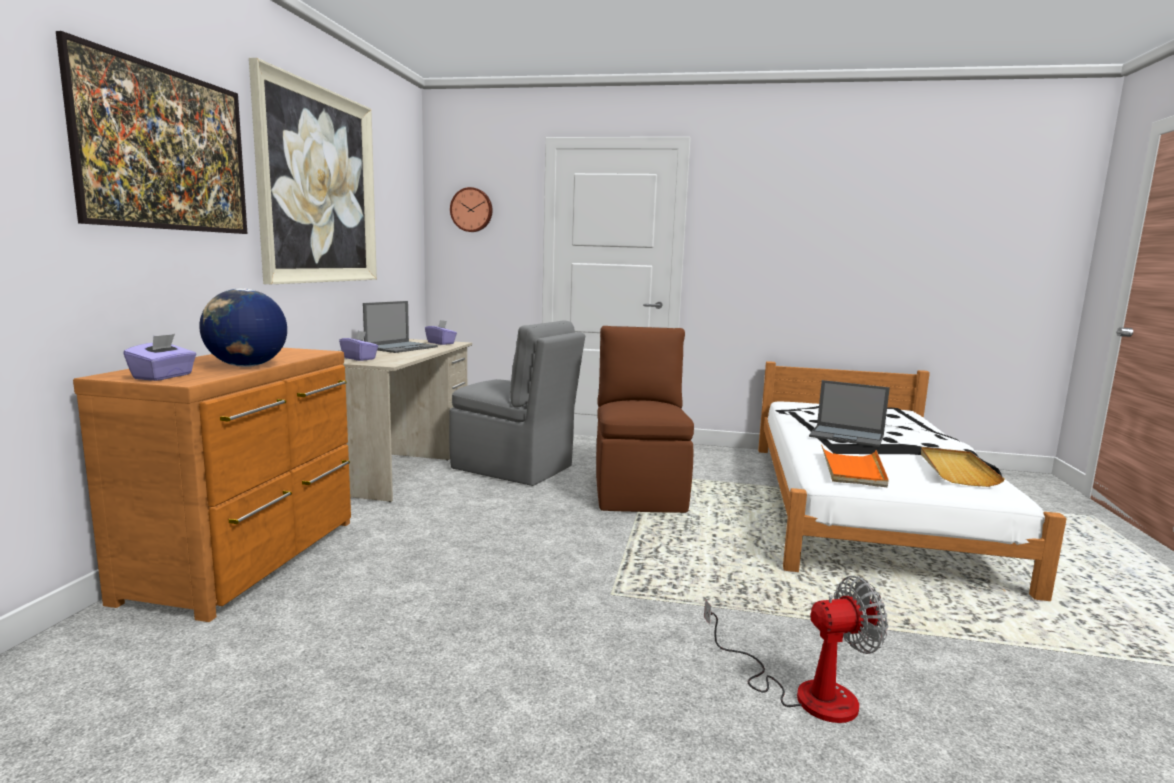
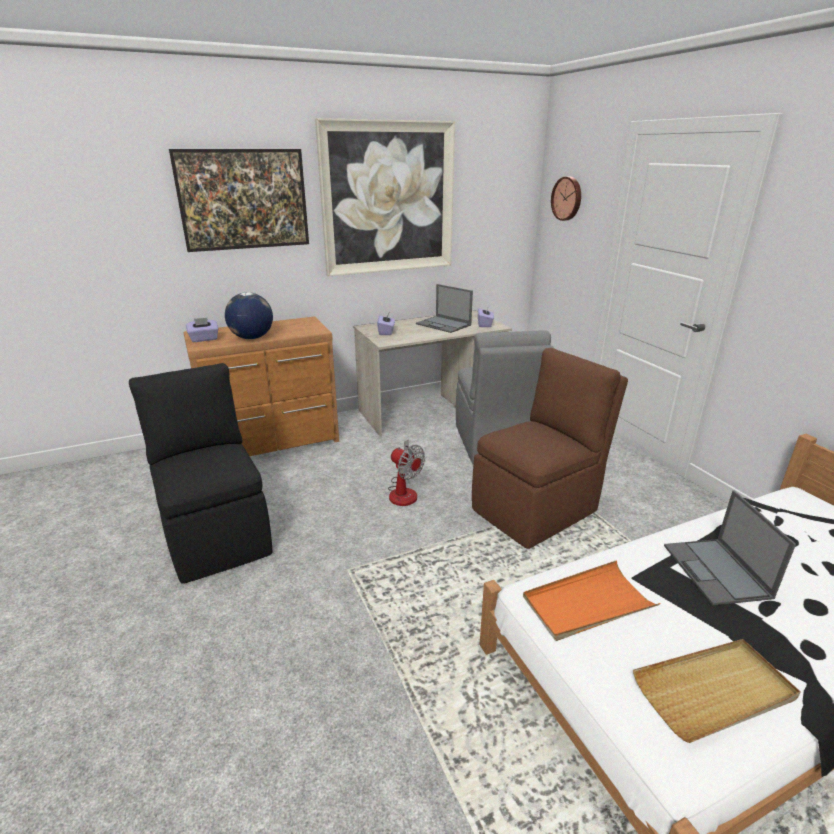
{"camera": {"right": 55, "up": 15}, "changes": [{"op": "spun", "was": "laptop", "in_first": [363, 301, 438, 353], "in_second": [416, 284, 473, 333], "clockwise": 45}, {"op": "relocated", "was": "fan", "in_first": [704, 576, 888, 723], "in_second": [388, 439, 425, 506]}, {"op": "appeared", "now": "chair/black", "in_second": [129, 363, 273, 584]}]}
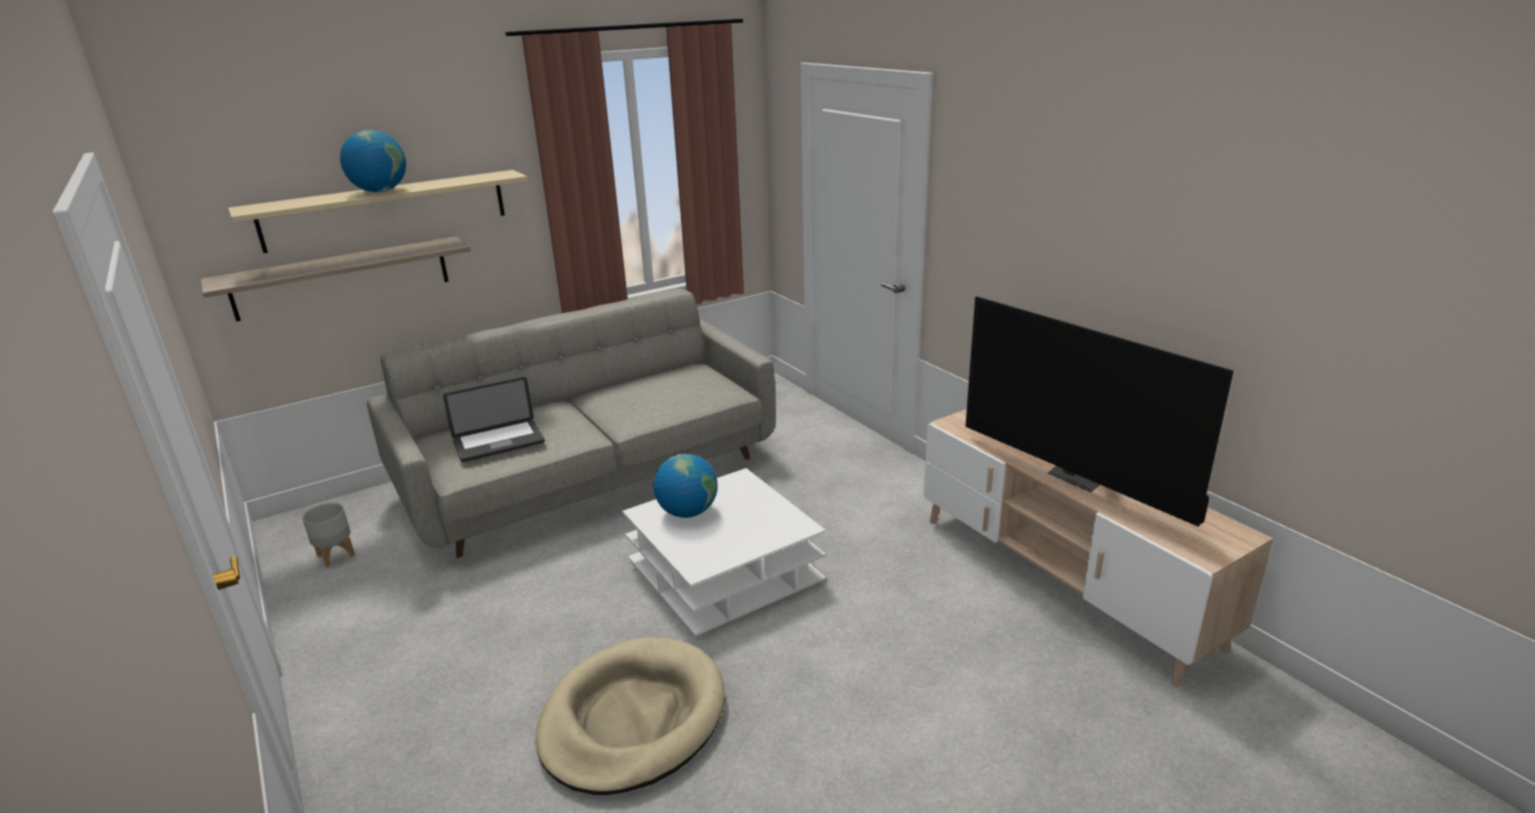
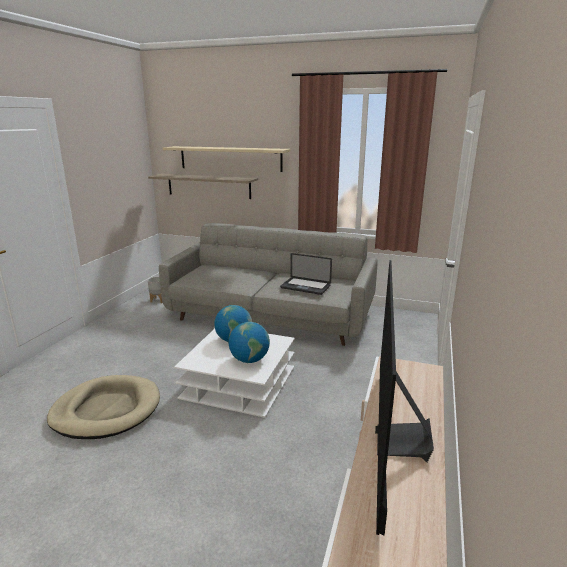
{"camera": {"right": 50, "up": -5}, "changes": [{"op": "relocated", "was": "globe", "in_first": [340, 130, 406, 192], "in_second": [229, 322, 270, 363]}, {"op": "relocated", "was": "laptop", "in_first": [443, 377, 545, 462], "in_second": [280, 253, 332, 295]}]}
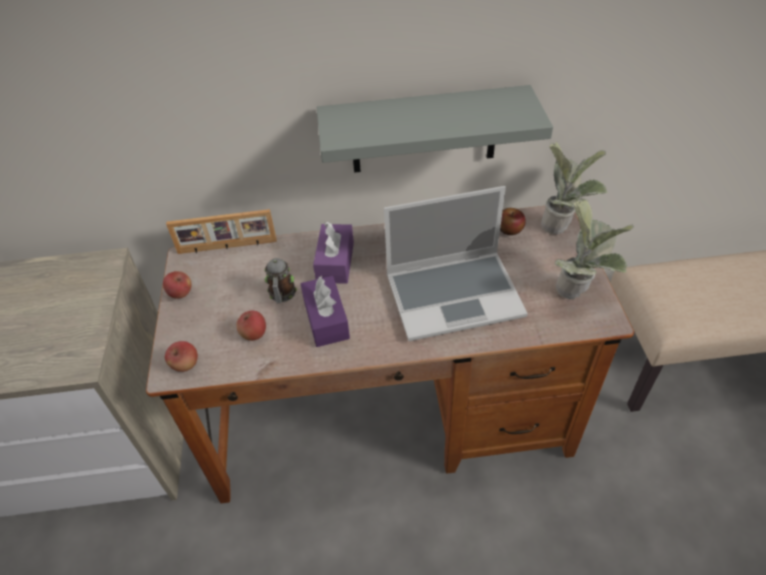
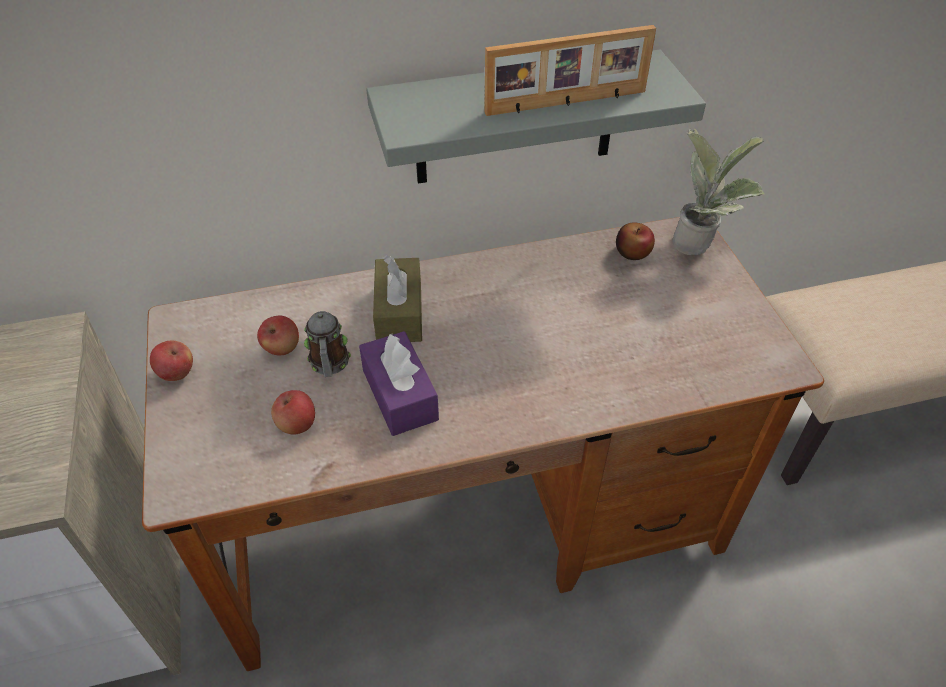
{"camera": {"right": -10, "up": 0}, "changes": [{"op": "relocated", "was": "apple", "in_first": [165, 341, 198, 372], "in_second": [257, 315, 299, 355]}, {"op": "relocated", "was": "picture frame", "in_first": [166, 209, 277, 254], "in_second": [484, 25, 656, 116]}, {"op": "colour", "was": "tissue box/purple", "now": "tissue box/brown", "in_first": [313, 222, 354, 284], "in_second": [373, 255, 422, 342]}, {"op": "missing", "was": "laptop", "in_first": [384, 186, 528, 341]}, {"op": "missing", "was": "potted plant", "in_first": [554, 200, 634, 299]}]}
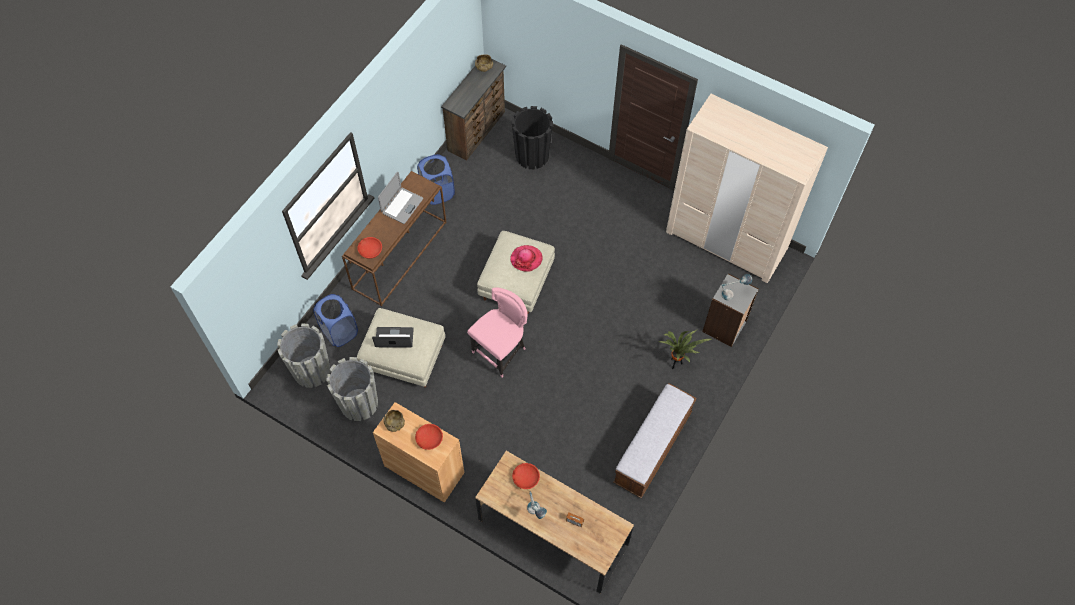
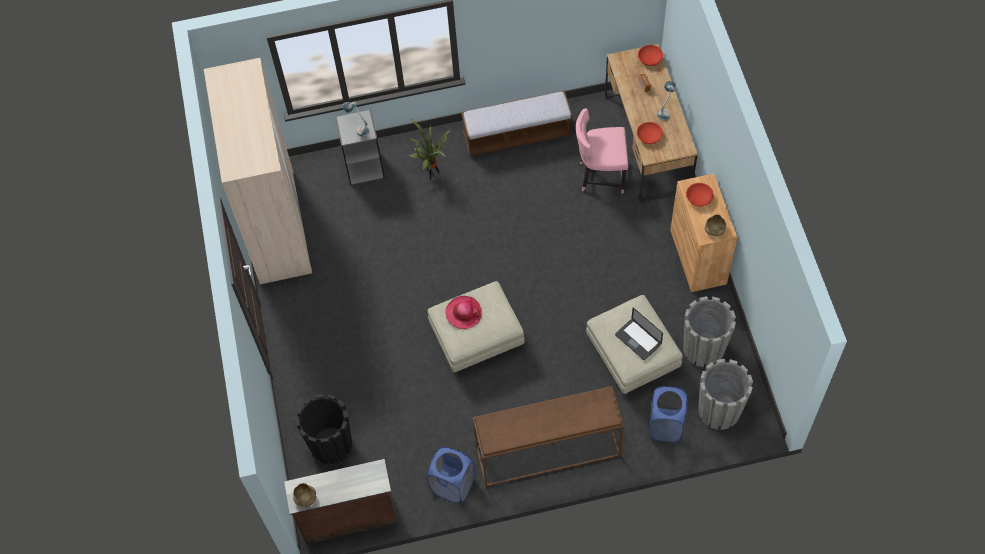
{"camera": {"right": -130, "up": 0}, "changes": [{"op": "relocated", "was": "bowl/red", "in_first": [357, 237, 382, 259], "in_second": [638, 45, 663, 66]}, {"op": "missing", "was": "laptop", "in_first": [378, 172, 423, 224]}, {"op": "relocated", "was": "chair/pink", "in_first": [467, 287, 528, 378], "in_second": [576, 108, 628, 194]}]}
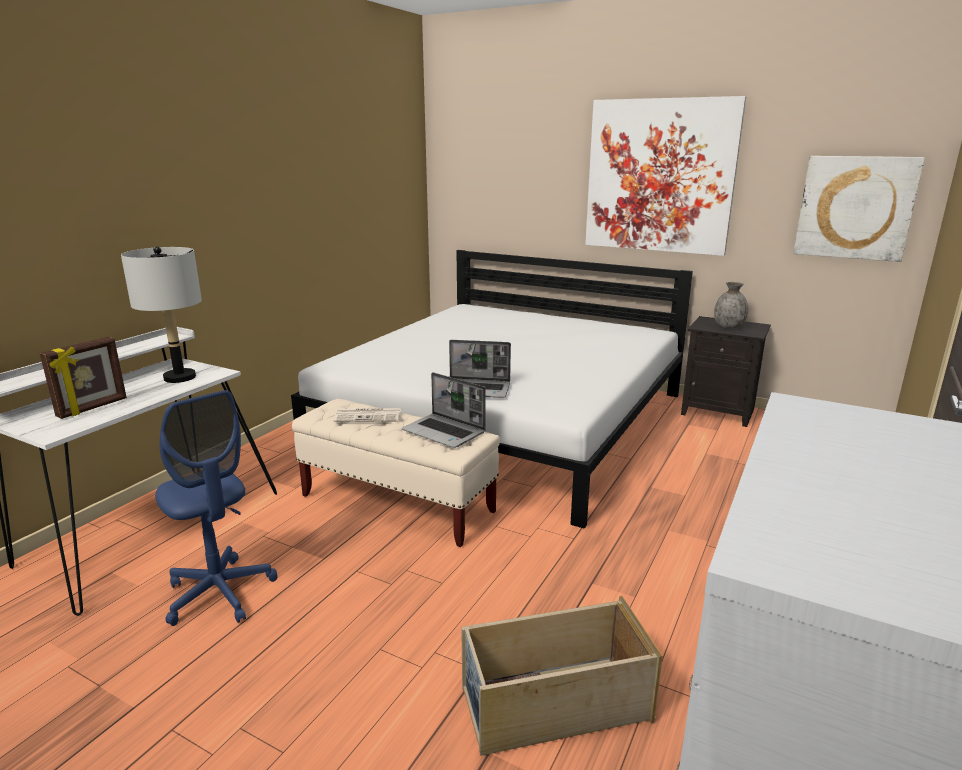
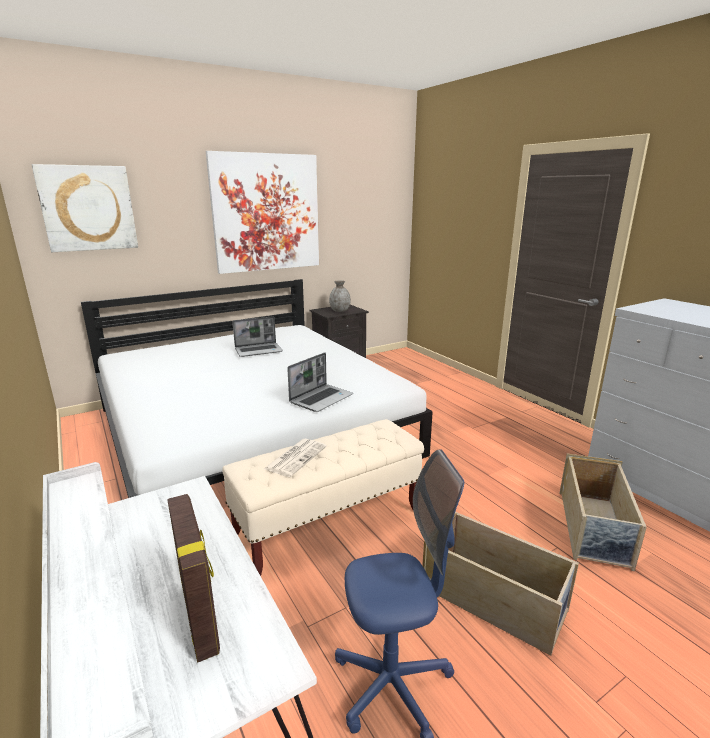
{"camera": {"right": -60, "up": 0}, "changes": [{"op": "missing", "was": "table lamp/grey", "in_first": [121, 247, 202, 383]}, {"op": "relocated", "was": "laptop", "in_first": [402, 372, 486, 448], "in_second": [232, 316, 283, 357]}, {"op": "relocated", "was": "picture", "in_first": [793, 156, 925, 262], "in_second": [32, 164, 138, 252]}, {"op": "appeared", "now": "storage box/beige", "in_second": [422, 512, 579, 656]}]}
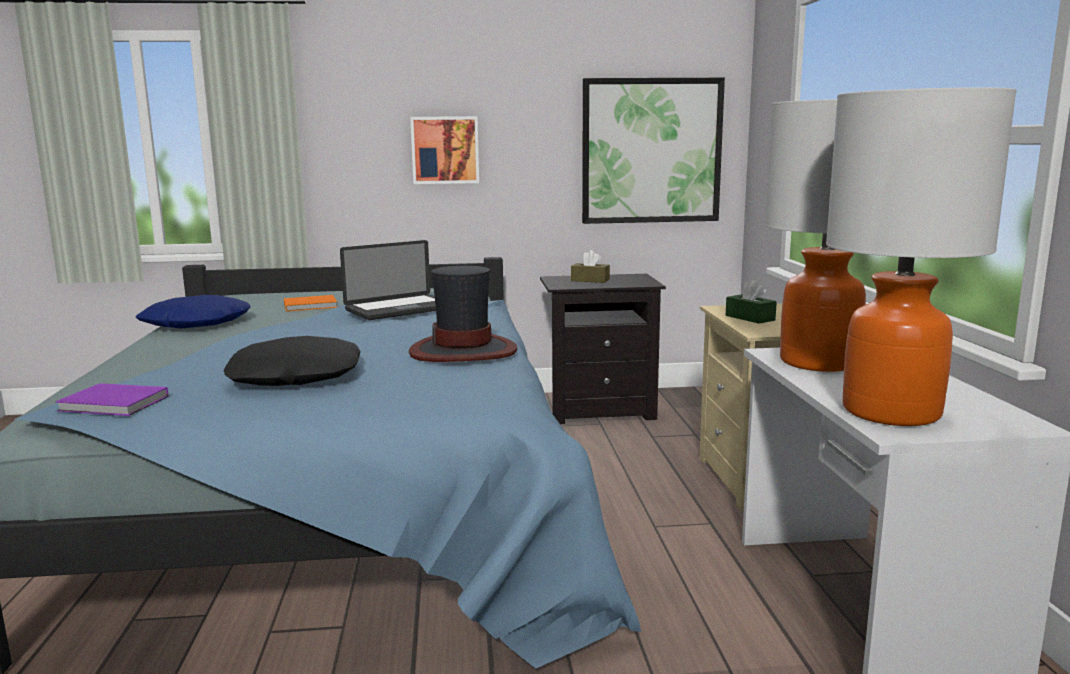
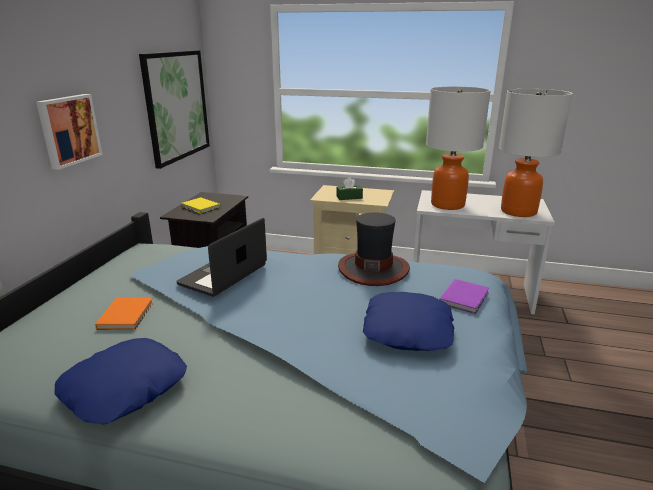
{"camera": {"right": -70, "up": 10}, "changes": [{"op": "relocated", "was": "book/purple", "in_first": [55, 383, 169, 416], "in_second": [439, 279, 489, 314]}, {"op": "colour", "was": "pillow/black", "now": "pillow/blue", "in_first": [224, 336, 361, 386], "in_second": [363, 292, 454, 351]}, {"op": "spun", "was": "laptop", "in_first": [340, 240, 436, 320], "in_second": [176, 218, 267, 297], "clockwise": -135}, {"op": "exchanged", "was": "tissue box/brown", "now": "book/yellow", "in_first": [571, 250, 610, 283], "in_second": [182, 197, 220, 214]}]}
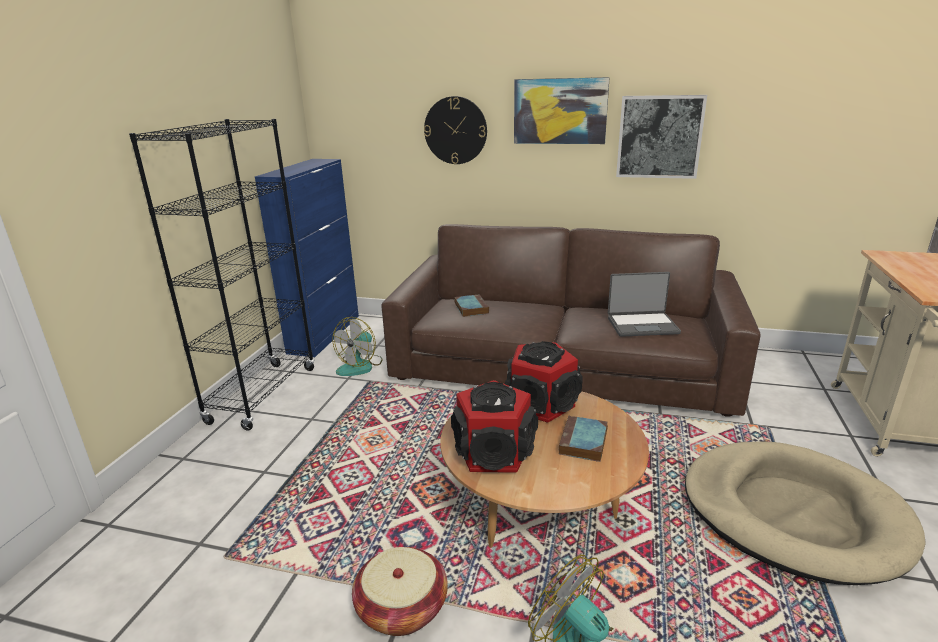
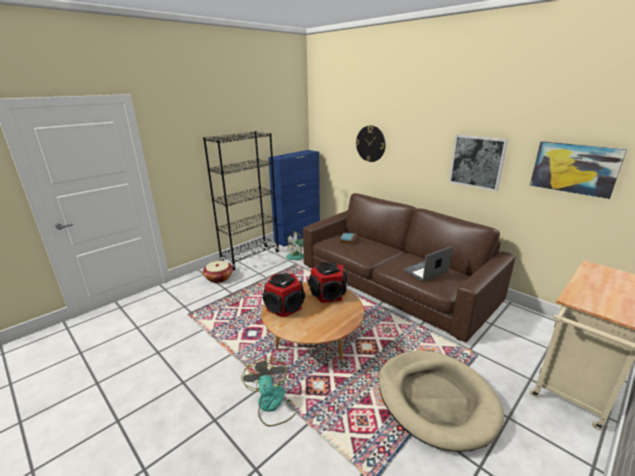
{"camera": {"right": 30, "up": 0}, "changes": [{"op": "relocated", "was": "basket", "in_first": [352, 547, 448, 636], "in_second": [203, 261, 233, 283]}, {"op": "relocated", "was": "picture", "in_first": [514, 77, 610, 144], "in_second": [530, 141, 627, 199]}, {"op": "missing", "was": "book", "in_first": [559, 416, 608, 462]}, {"op": "spun", "was": "laptop", "in_first": [608, 272, 681, 337], "in_second": [403, 246, 452, 282], "clockwise": 120}]}
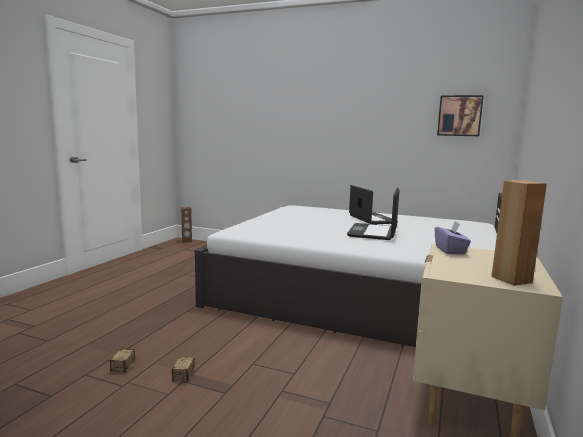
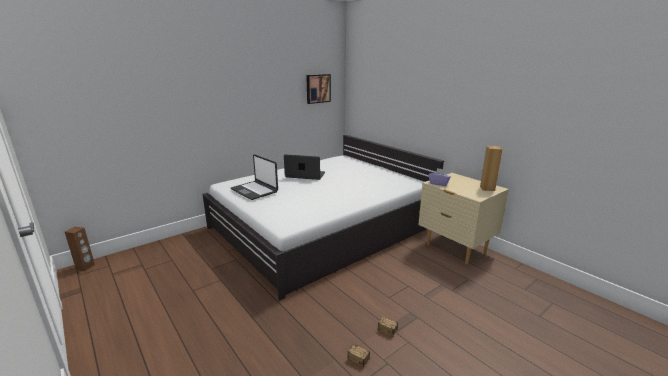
{"camera": {"right": -60, "up": 10}, "changes": [{"op": "relocated", "was": "laptop", "in_first": [347, 188, 400, 240], "in_second": [231, 154, 278, 200]}]}
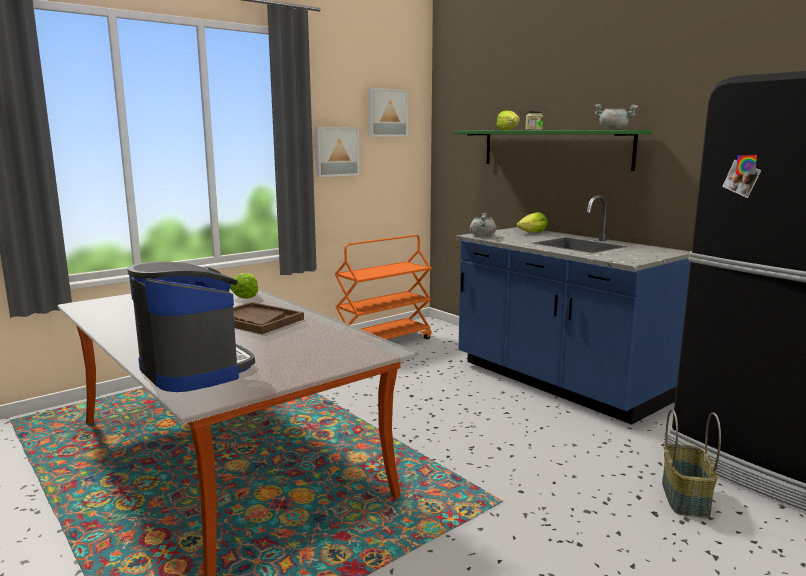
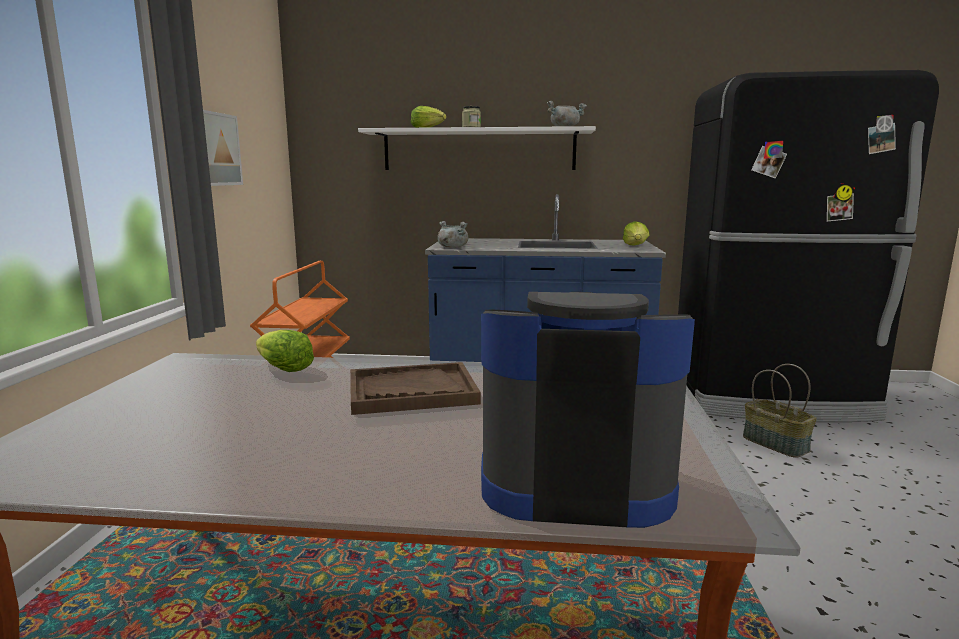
{"camera": {"right": -45, "up": 0}, "changes": [{"op": "missing", "was": "picture", "in_first": [368, 88, 408, 136]}, {"op": "colour", "was": "shelf/green", "now": "shelf/white", "in_first": [453, 130, 652, 171], "in_second": [358, 126, 596, 170]}, {"op": "relocated", "was": "lettuce", "in_first": [517, 212, 548, 233], "in_second": [623, 221, 650, 246]}]}
